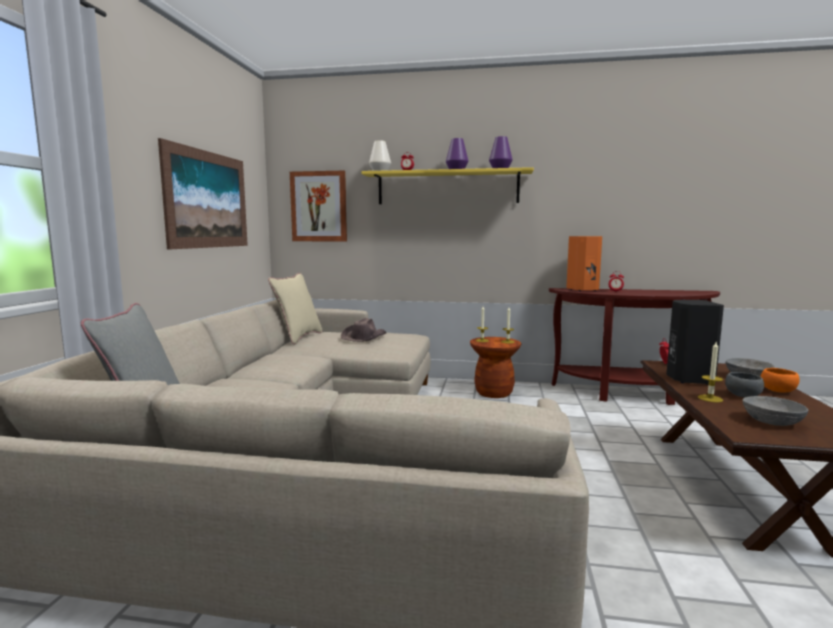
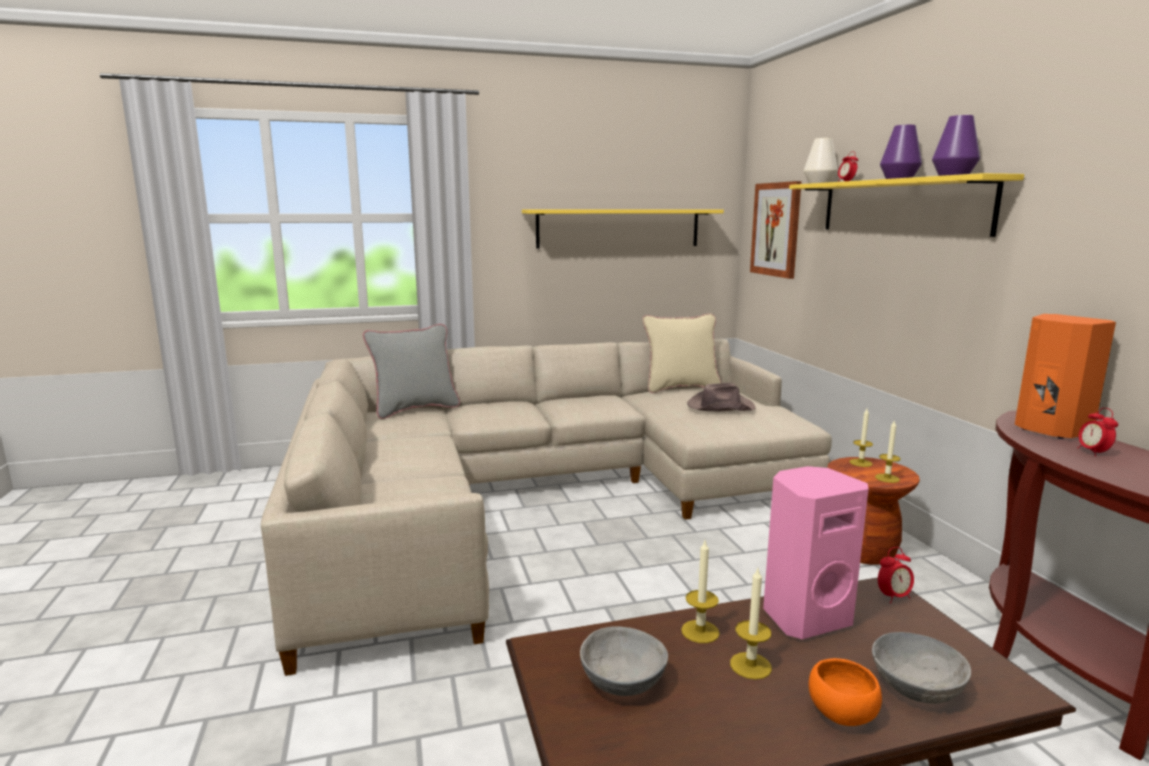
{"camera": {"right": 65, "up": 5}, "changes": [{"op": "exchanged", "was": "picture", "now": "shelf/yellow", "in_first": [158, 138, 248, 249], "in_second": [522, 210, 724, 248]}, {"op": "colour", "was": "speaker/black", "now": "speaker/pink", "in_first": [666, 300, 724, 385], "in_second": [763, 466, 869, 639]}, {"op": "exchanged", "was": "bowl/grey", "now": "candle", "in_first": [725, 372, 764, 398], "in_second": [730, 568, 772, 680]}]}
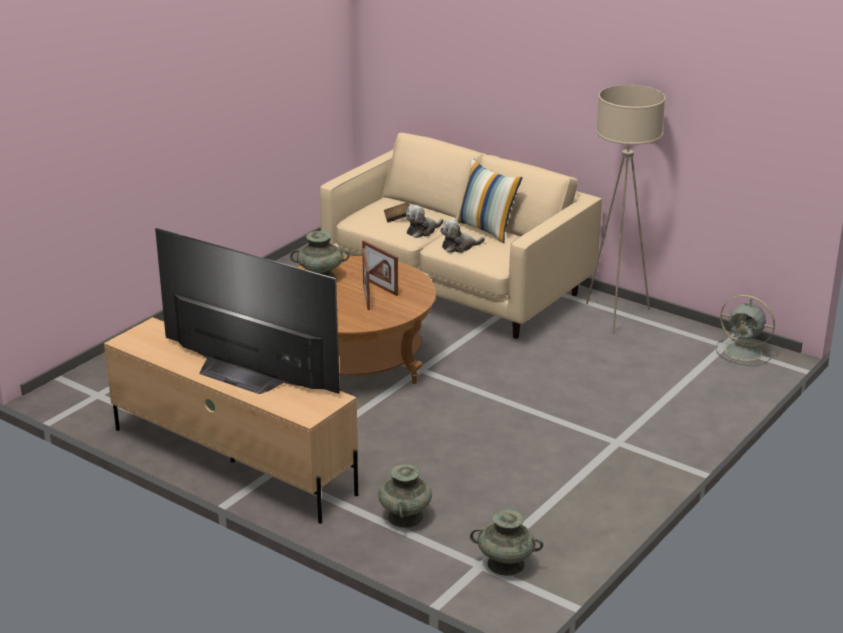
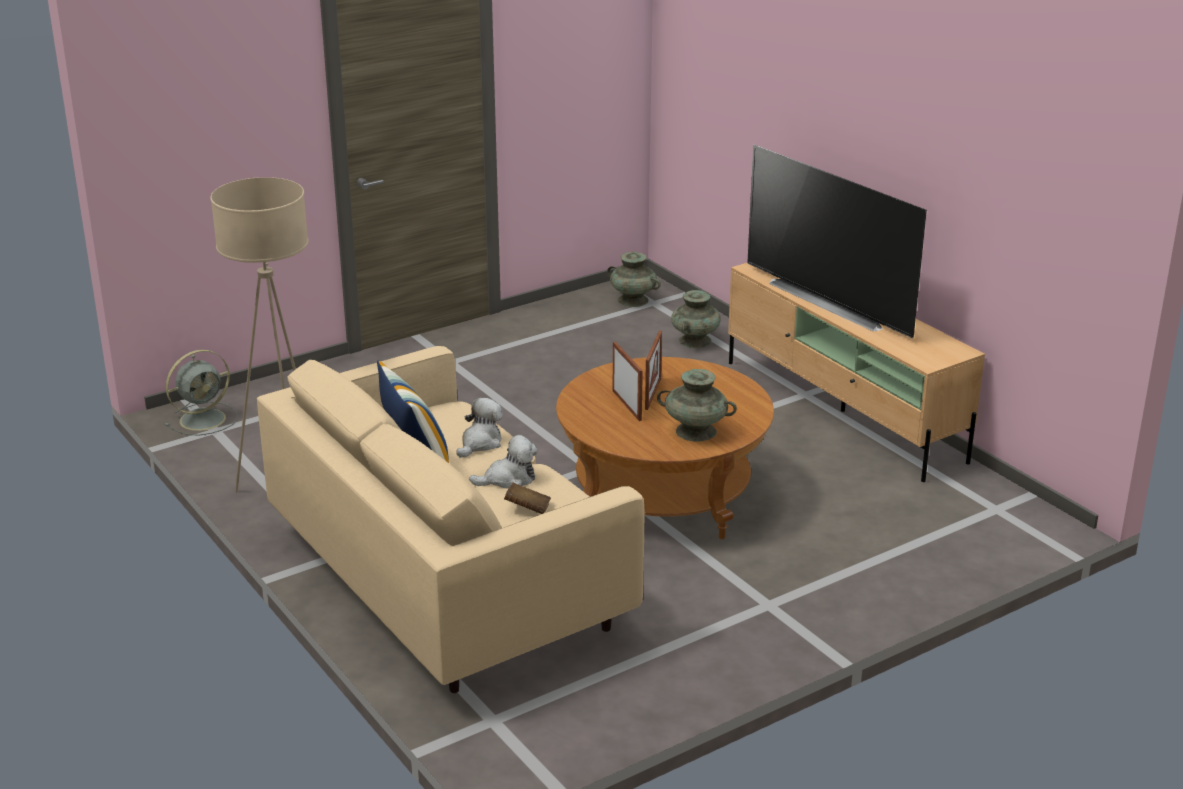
{"camera": {"right": -160, "up": 0}, "changes": [{"op": "spun", "was": "plush toy", "in_first": [440, 219, 485, 253], "in_second": [457, 398, 503, 458], "clockwise": -60}, {"op": "spun", "was": "fan/grey", "in_first": [716, 295, 775, 366], "in_second": [165, 350, 238, 436], "clockwise": 90}]}
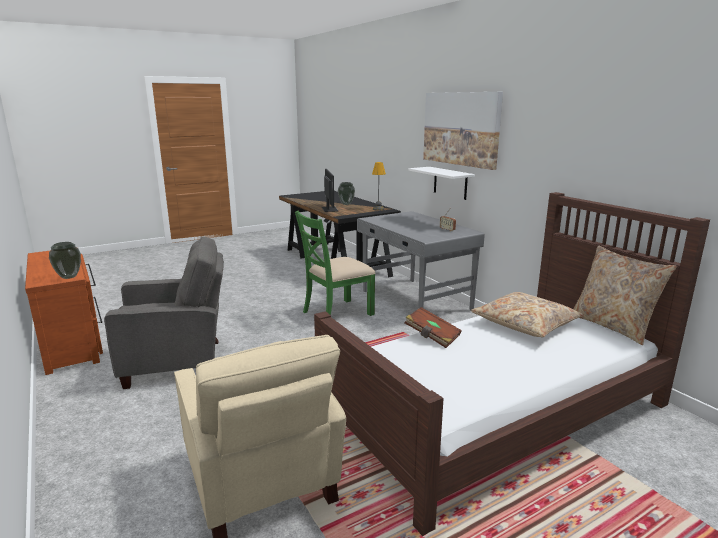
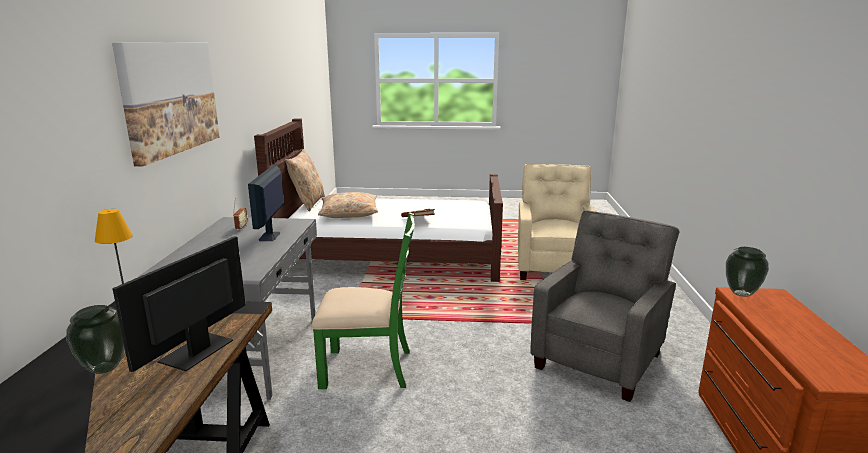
{"camera": {"right": -145, "up": 0}, "changes": [{"op": "spun", "was": "armchair/grey", "in_first": [104, 237, 224, 389], "in_second": [530, 210, 680, 402], "clockwise": 105}, {"op": "missing", "was": "shelf/white", "in_first": [408, 167, 475, 200]}, {"op": "appeared", "now": "monitor", "in_second": [248, 166, 284, 241]}]}
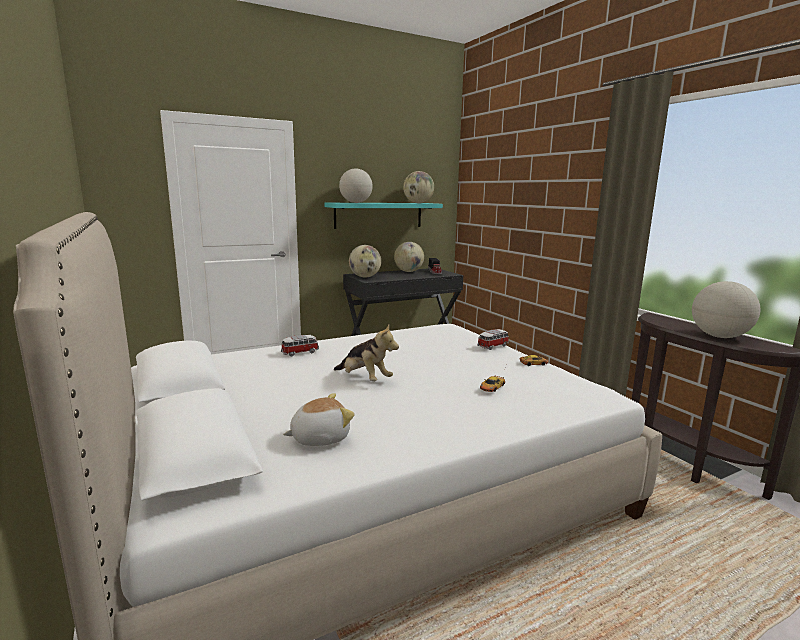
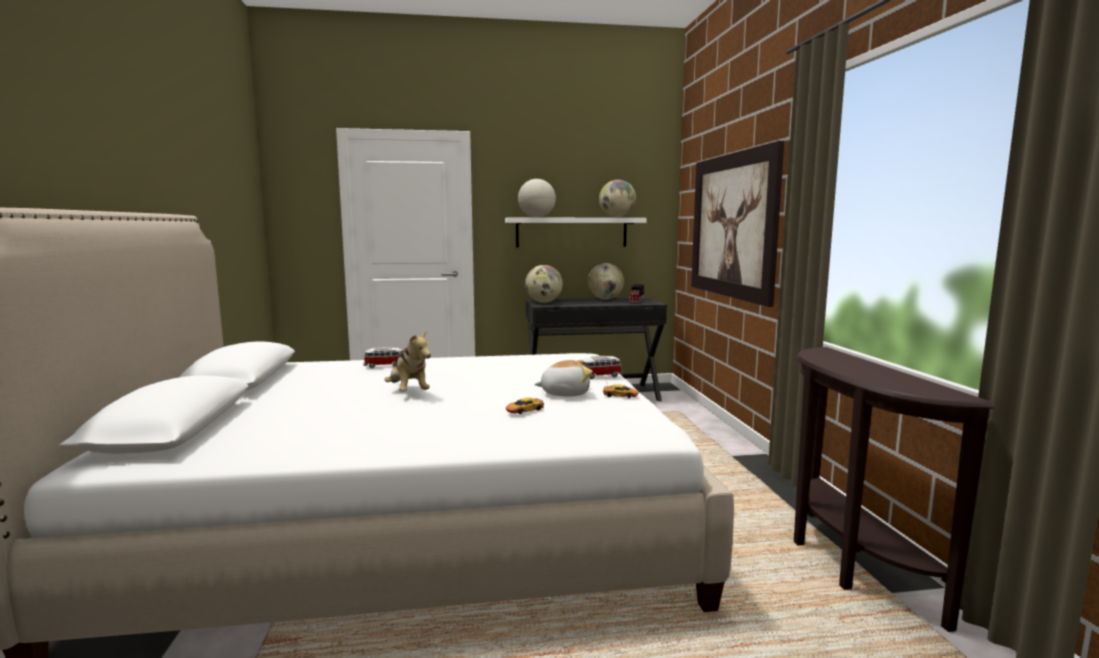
{"camera": {"right": 20, "up": -5}, "changes": [{"op": "relocated", "was": "plush toy", "in_first": [283, 393, 355, 446], "in_second": [534, 360, 592, 396]}, {"op": "colour", "was": "shelf/turquoise", "now": "shelf/white", "in_first": [324, 203, 443, 229], "in_second": [505, 217, 647, 247]}, {"op": "missing", "was": "globe", "in_first": [692, 281, 760, 338]}, {"op": "appeared", "now": "picture", "in_second": [691, 141, 784, 307]}]}
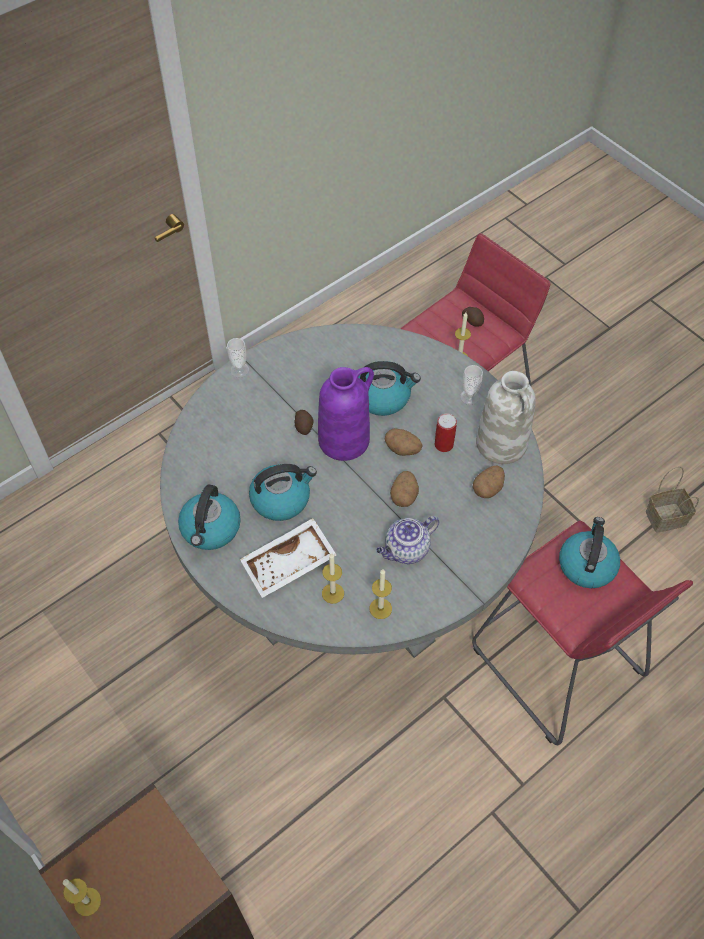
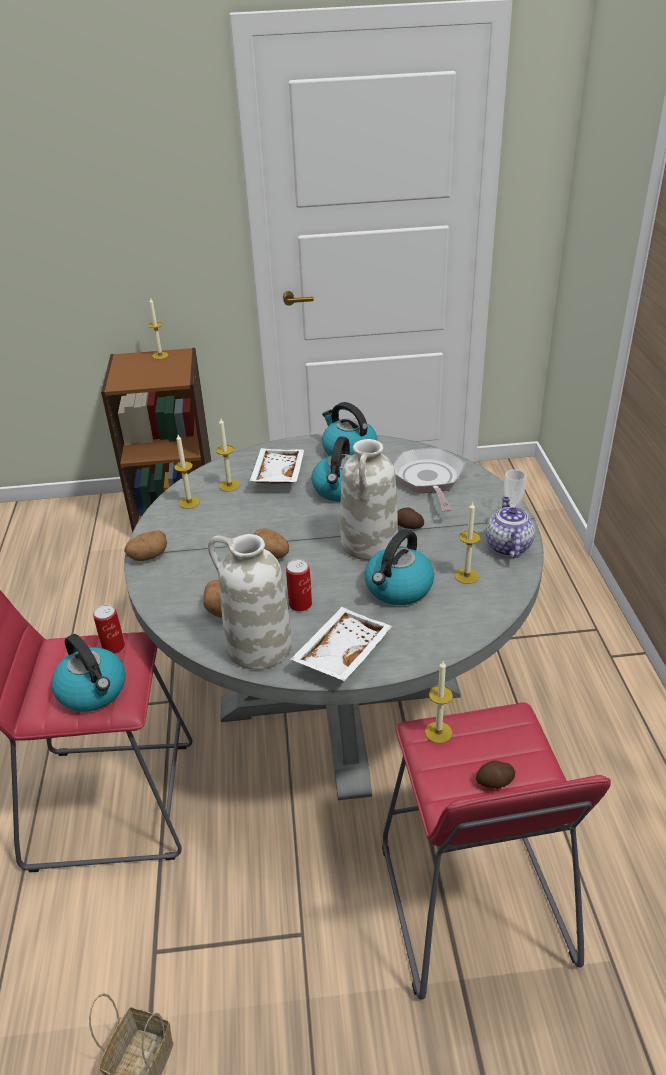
{"camera": {"right": 125, "up": -20}, "changes": [{"op": "colour", "was": "vase/purple", "now": "vase/white", "in_first": [318, 367, 374, 461], "in_second": [340, 439, 398, 560]}, {"op": "relocated", "was": "teapot", "in_first": [376, 516, 439, 564], "in_second": [486, 497, 535, 558]}, {"op": "relocated", "was": "potato", "in_first": [385, 428, 423, 456], "in_second": [124, 531, 167, 561]}, {"op": "exchanged", "was": "cup", "now": "tray/white", "in_first": [460, 365, 483, 405], "in_second": [291, 607, 392, 681]}, {"op": "appeared", "now": "can", "in_second": [93, 605, 125, 654]}, {"op": "appeared", "now": "frying pan", "in_second": [392, 448, 465, 512]}, {"op": "appeared", "now": "candle", "in_second": [455, 501, 481, 584]}]}
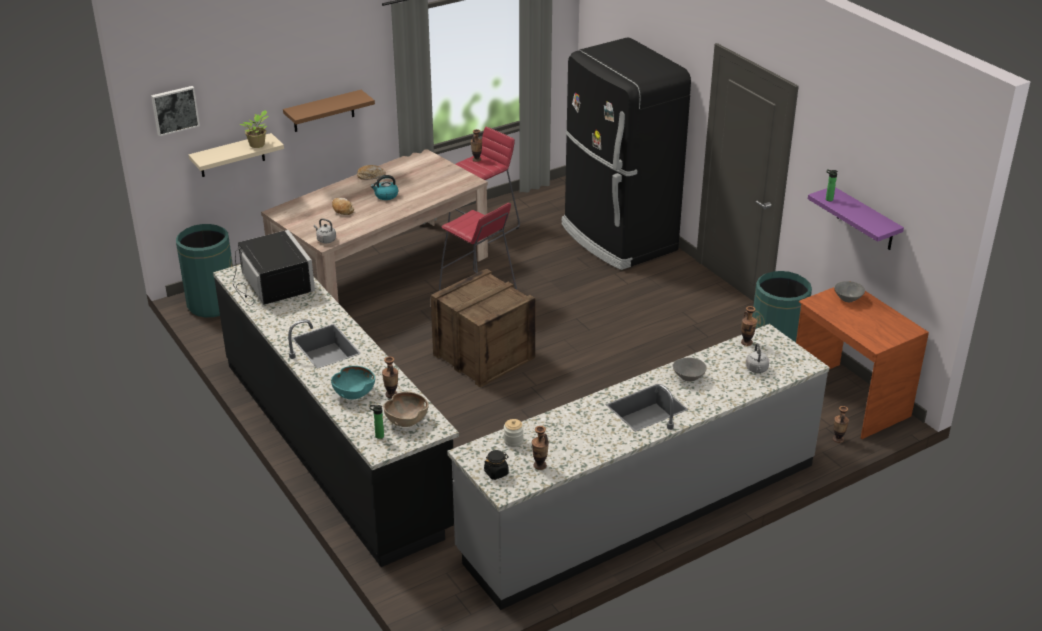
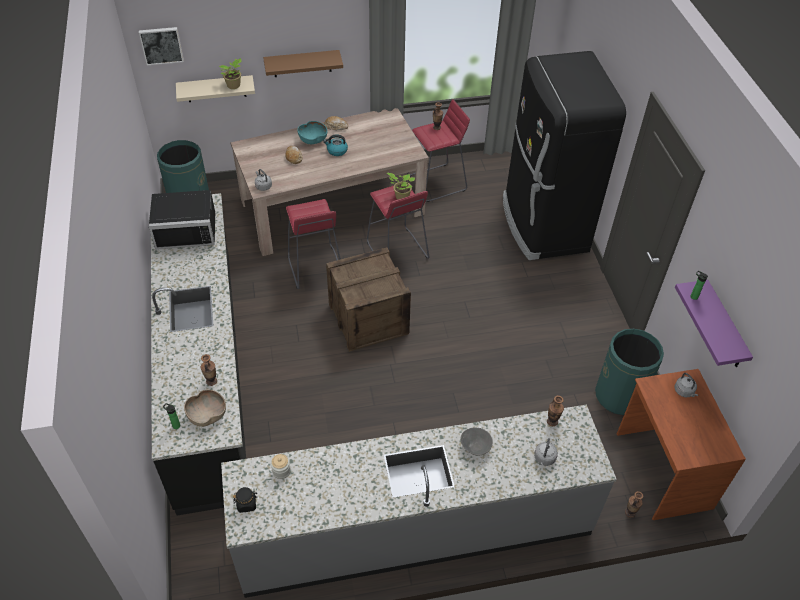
{"camera": {"right": 20, "up": 15}, "changes": [{"op": "spun", "was": "microwave/black", "in_first": [233, 230, 315, 306], "in_second": [149, 190, 215, 249], "clockwise": 90}, {"op": "relocated", "was": "bowl/turquoise", "in_first": [331, 366, 375, 400], "in_second": [297, 121, 327, 144]}, {"op": "missing", "was": "vase", "in_first": [532, 426, 549, 470]}, {"op": "exchanged", "was": "bowl/grey", "now": "kettle/grey", "in_first": [834, 281, 865, 302], "in_second": [675, 373, 698, 397]}, {"op": "appeared", "now": "stool/red", "in_second": [286, 199, 341, 289]}, {"op": "appeared", "now": "potted plant", "in_second": [387, 173, 415, 200]}]}
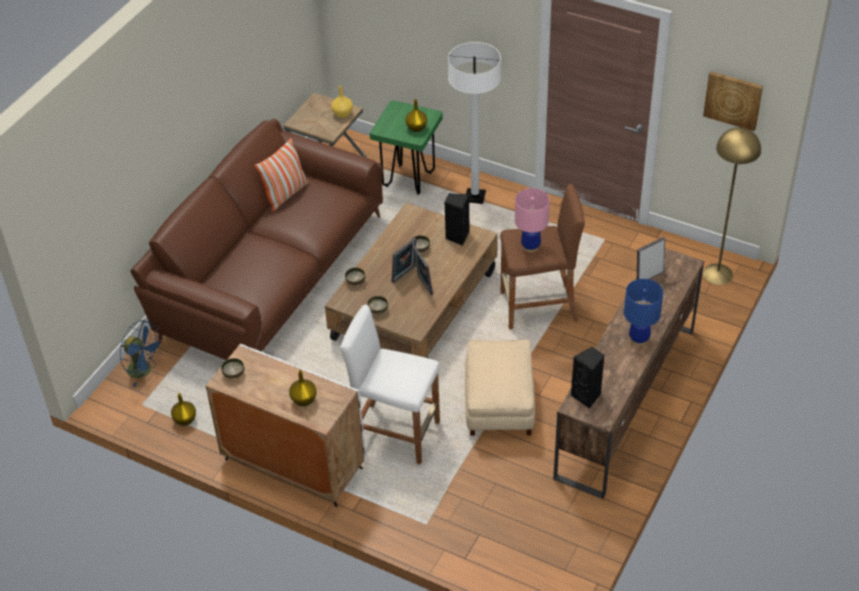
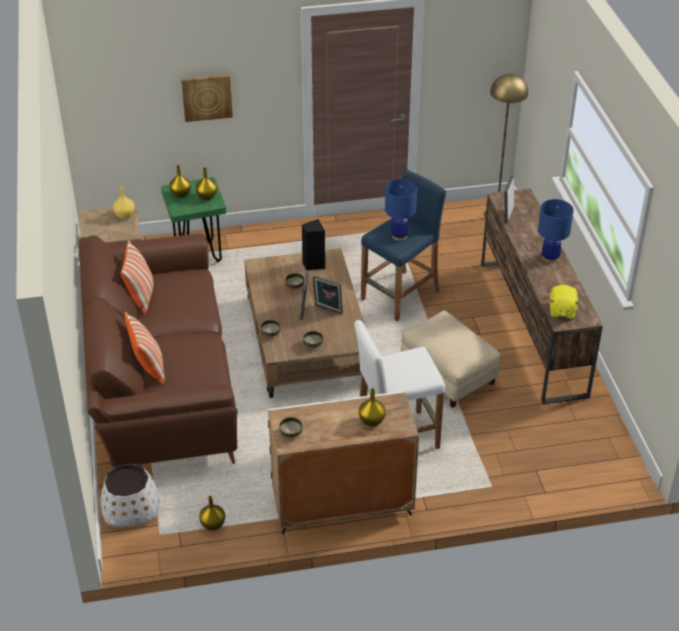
{"camera": {"right": -40, "up": -5}, "changes": [{"op": "exchanged", "was": "fan/blue", "now": "planter/white", "in_first": [120, 320, 162, 387], "in_second": [101, 464, 160, 527]}, {"op": "missing", "was": "floor lamp/white", "in_first": [448, 42, 501, 204]}, {"op": "colour", "was": "stool/brown", "now": "stool/blue", "in_first": [500, 183, 585, 329], "in_second": [361, 170, 446, 321]}, {"op": "colour", "was": "table lamp/pink", "now": "table lamp/blue", "in_first": [515, 188, 550, 252], "in_second": [385, 179, 417, 241]}, {"op": "exchanged", "was": "speaker/black", "now": "plush toy/yellow", "in_first": [571, 347, 605, 409], "in_second": [549, 285, 580, 319]}, {"op": "relocated", "was": "picture", "in_first": [703, 71, 763, 131], "in_second": [181, 74, 233, 122]}, {"op": "appeared", "now": "pillow", "in_second": [125, 311, 164, 385]}, {"op": "appeared", "now": "vase/yellow", "in_second": [169, 165, 191, 198]}]}
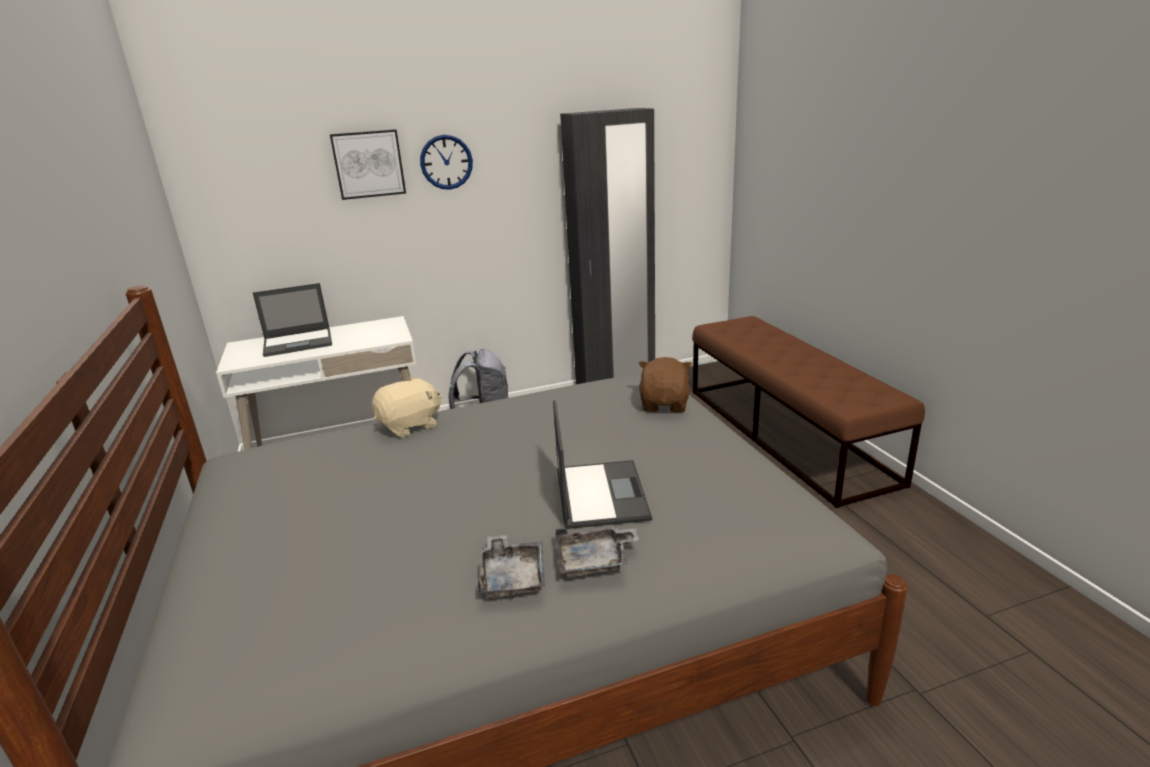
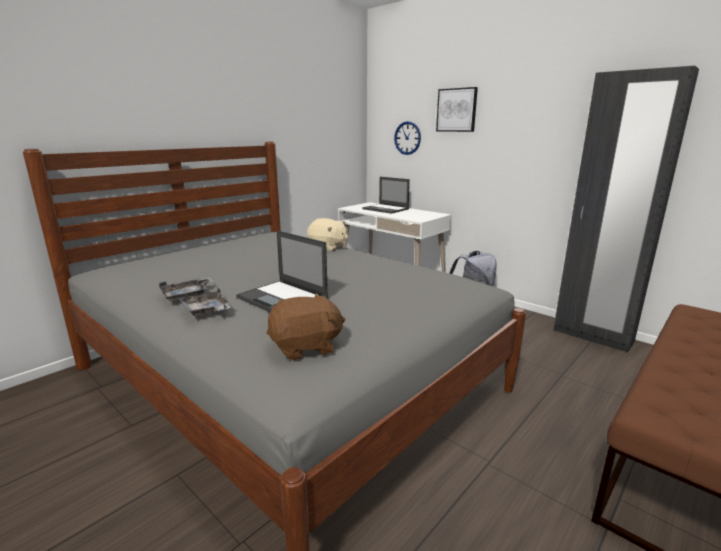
{"camera": {"right": 60, "up": -5}, "changes": [{"op": "relocated", "was": "wall clock", "in_first": [420, 135, 473, 190], "in_second": [394, 121, 421, 155]}, {"op": "spun", "was": "laptop", "in_first": [553, 400, 652, 529], "in_second": [236, 231, 328, 312], "clockwise": 75}, {"op": "relocated", "was": "plush toy/brown", "in_first": [639, 357, 692, 412], "in_second": [267, 293, 345, 360]}]}
